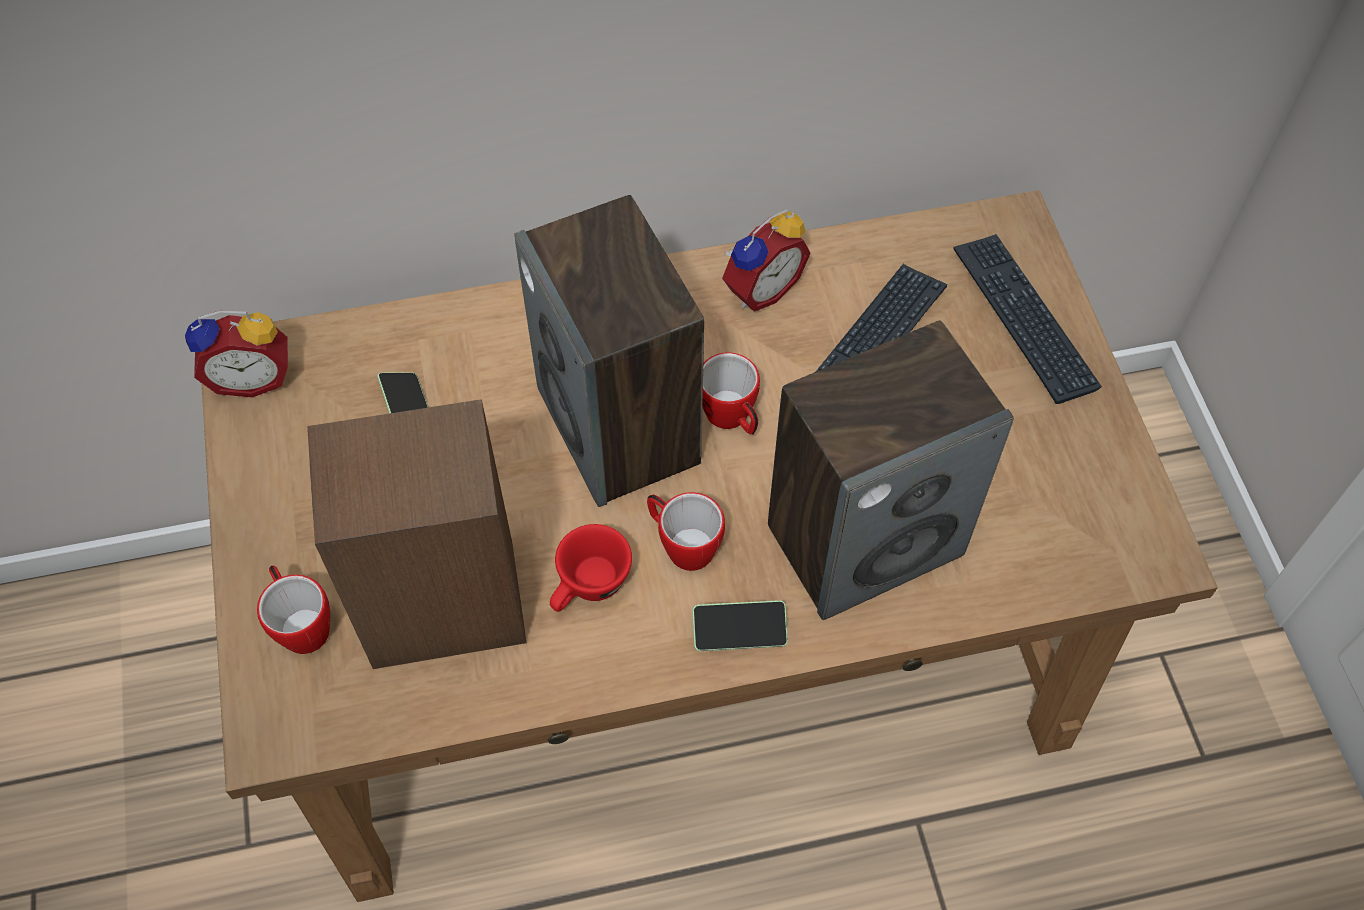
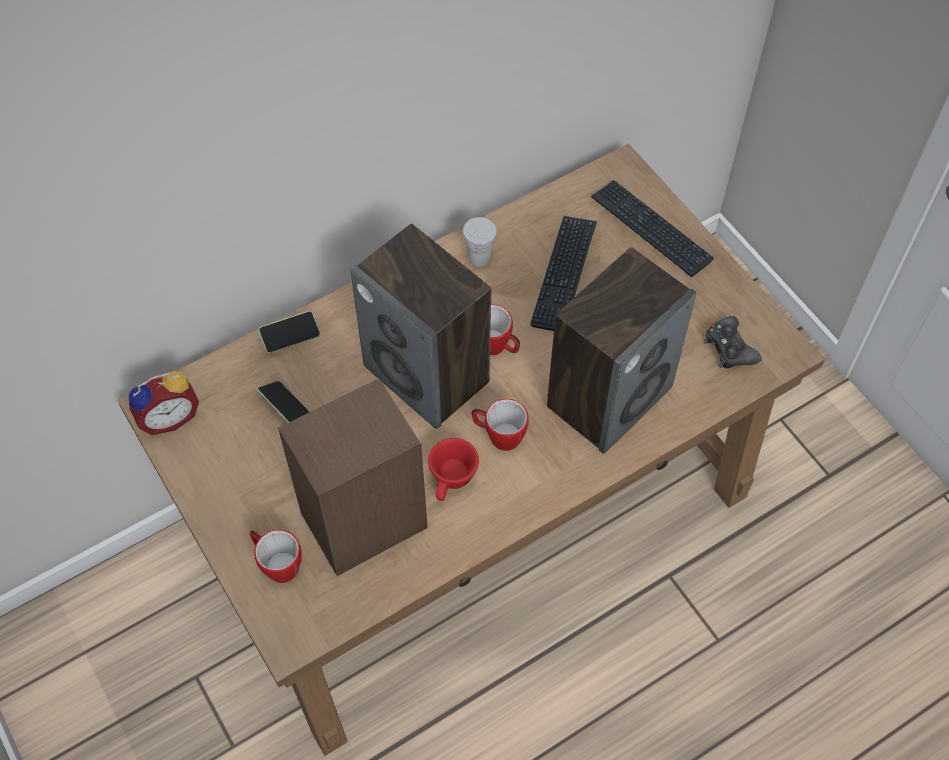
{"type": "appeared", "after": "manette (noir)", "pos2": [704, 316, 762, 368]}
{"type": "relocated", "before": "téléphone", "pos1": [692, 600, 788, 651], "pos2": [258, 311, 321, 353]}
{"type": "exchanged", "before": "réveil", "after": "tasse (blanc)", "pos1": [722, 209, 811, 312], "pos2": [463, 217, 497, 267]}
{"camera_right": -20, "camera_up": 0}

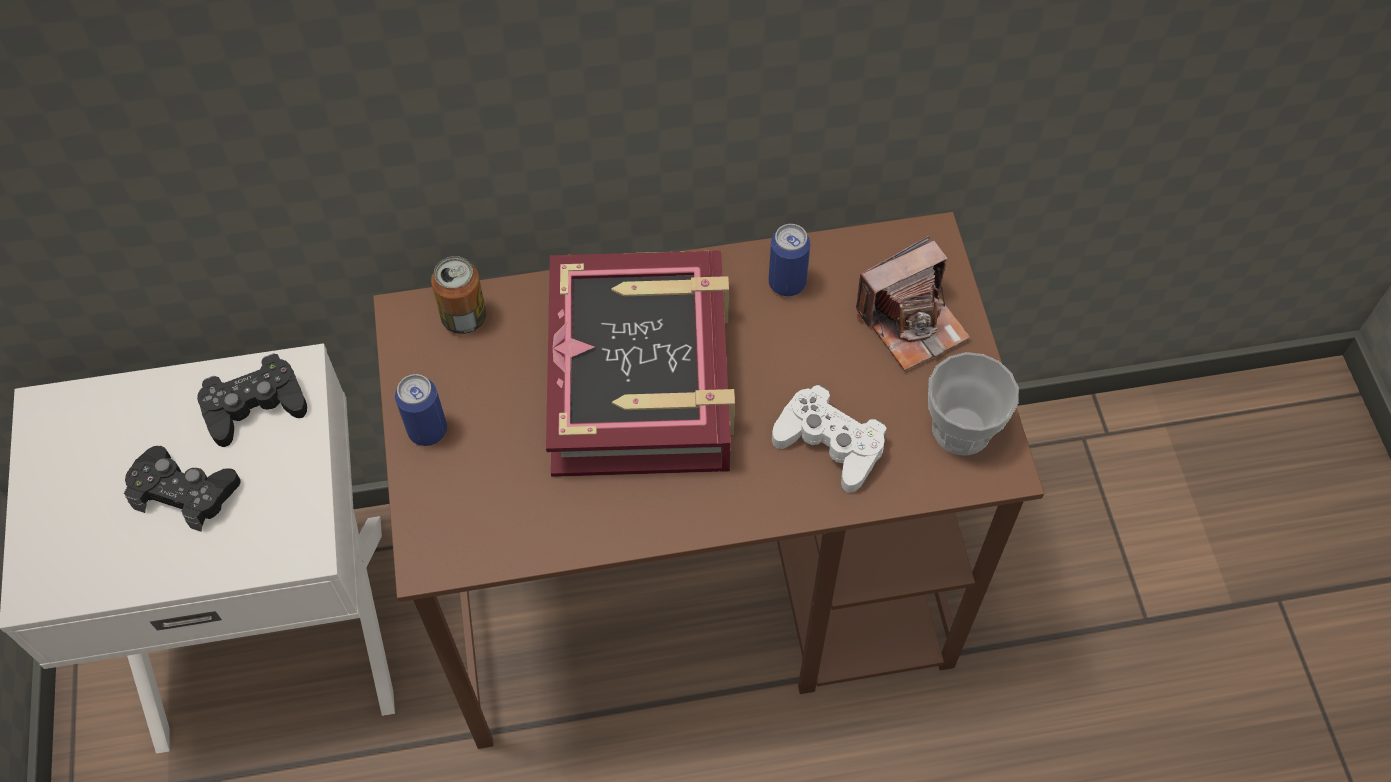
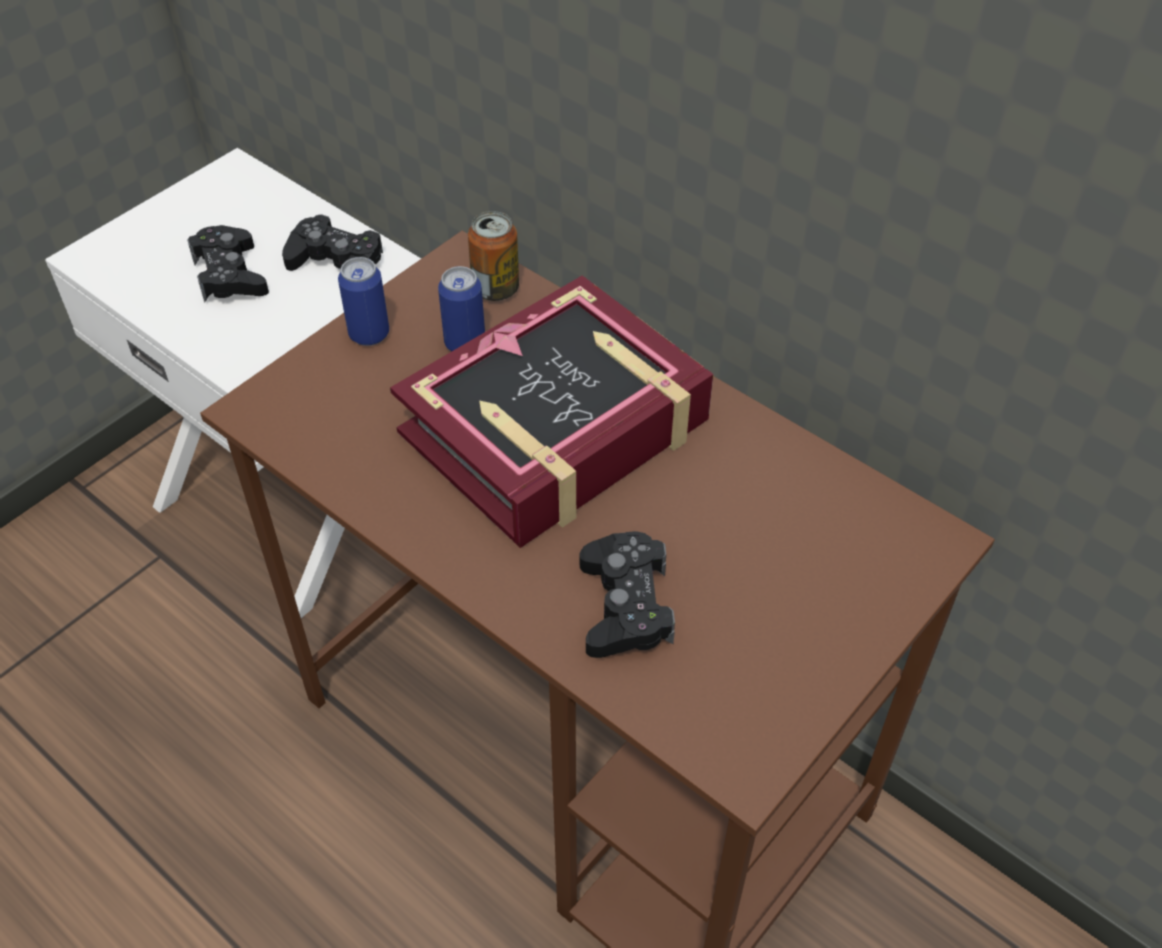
{"type": "missing", "before": "appareil photo", "pos1": [856, 236, 971, 371]}
{"type": "missing", "before": "tasse", "pos1": [928, 352, 1019, 456]}
{"type": "relocated", "before": "boîte métallique", "pos1": [769, 224, 810, 296], "pos2": [438, 266, 485, 351]}
{"type": "colour", "before": "manette (blanc)", "after": "manette (noir)", "pos1": [772, 385, 887, 493], "pos2": [580, 531, 675, 658]}
{"camera_right": 50, "camera_up": -10}

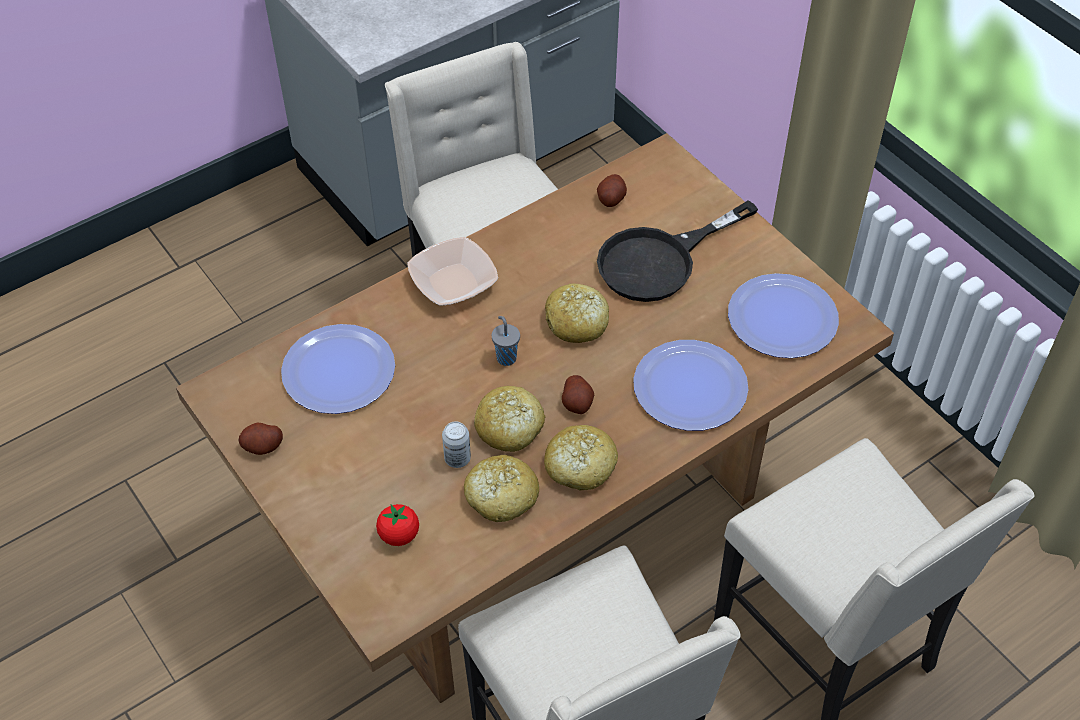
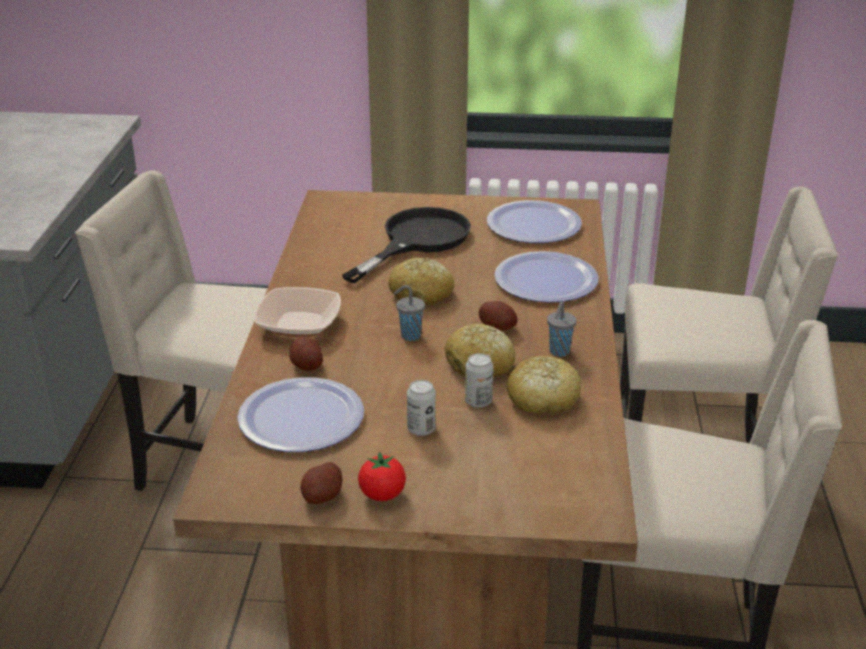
{"type": "appeared", "after": "boîte métallique", "pos2": [407, 380, 436, 436]}
{"type": "relocated", "before": "tomate", "pos1": [376, 504, 419, 546], "pos2": [358, 451, 406, 501]}
{"type": "relocated", "before": "pomme de terre", "pos1": [597, 174, 627, 207], "pos2": [289, 336, 323, 371]}
{"type": "exchanged", "before": "pain", "after": "tasse (gris)", "pos1": [544, 425, 618, 490], "pos2": [547, 302, 577, 357]}
{"type": "spun", "before": "poêle (noir)", "pos1": [597, 200, 758, 302], "pos2": [342, 207, 471, 283], "turn": -150}
{"camera_right": -50, "camera_up": -20}

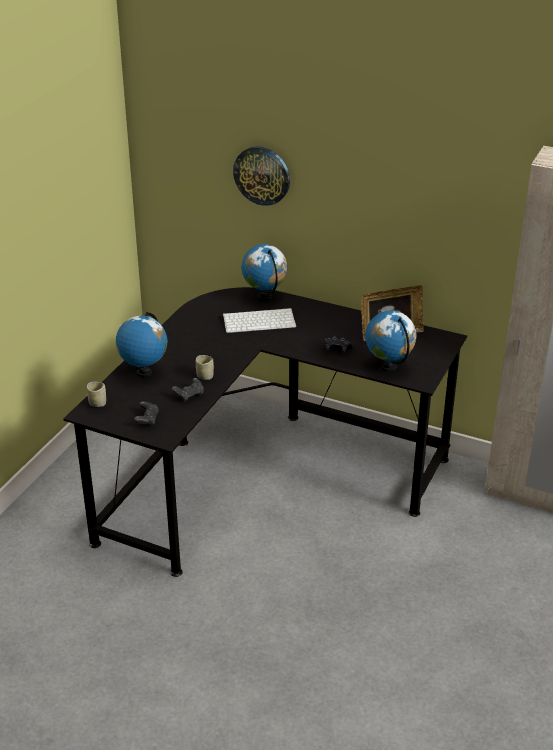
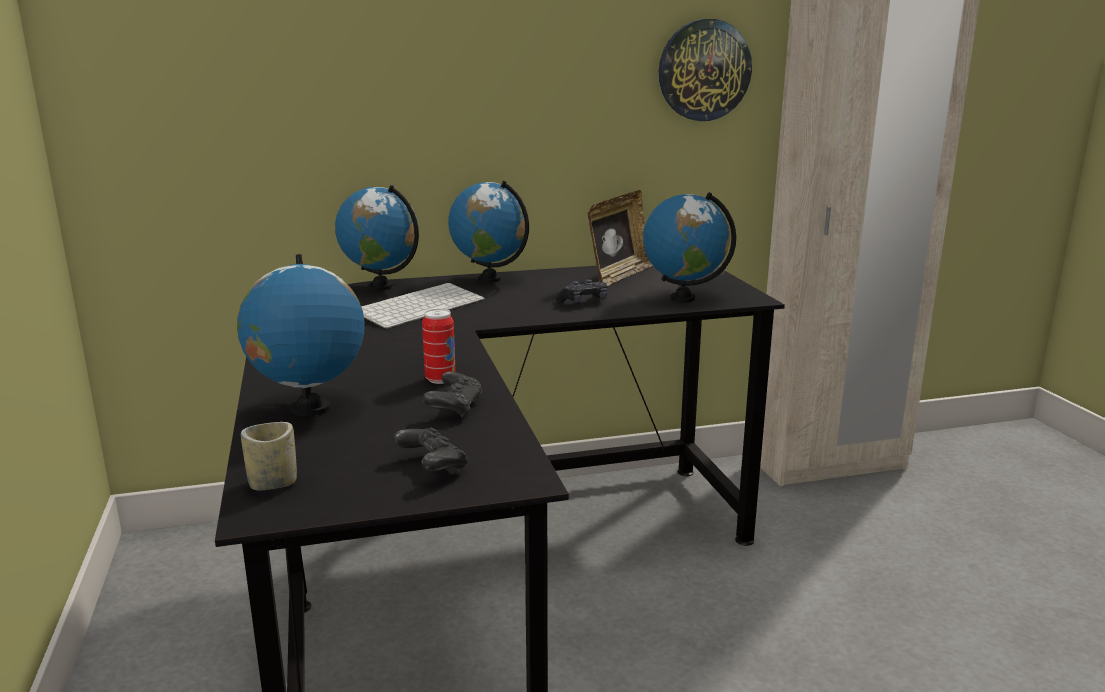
{"type": "appeared", "after": "globe", "pos2": [448, 180, 529, 283]}
{"type": "relocated", "before": "horloge murale", "pos1": [233, 146, 290, 206], "pos2": [659, 19, 752, 121]}
{"type": "exchanged", "before": "tasse", "after": "boîte métallique", "pos1": [196, 355, 214, 380], "pos2": [422, 309, 456, 384]}
{"camera_right": -40, "camera_up": -15}

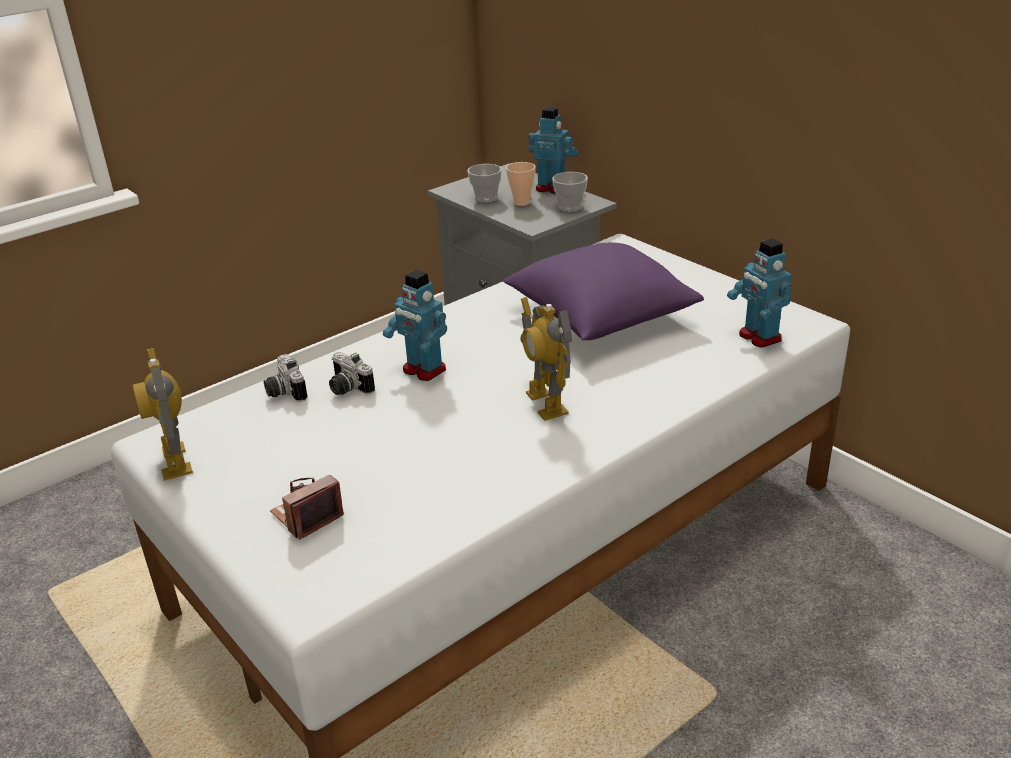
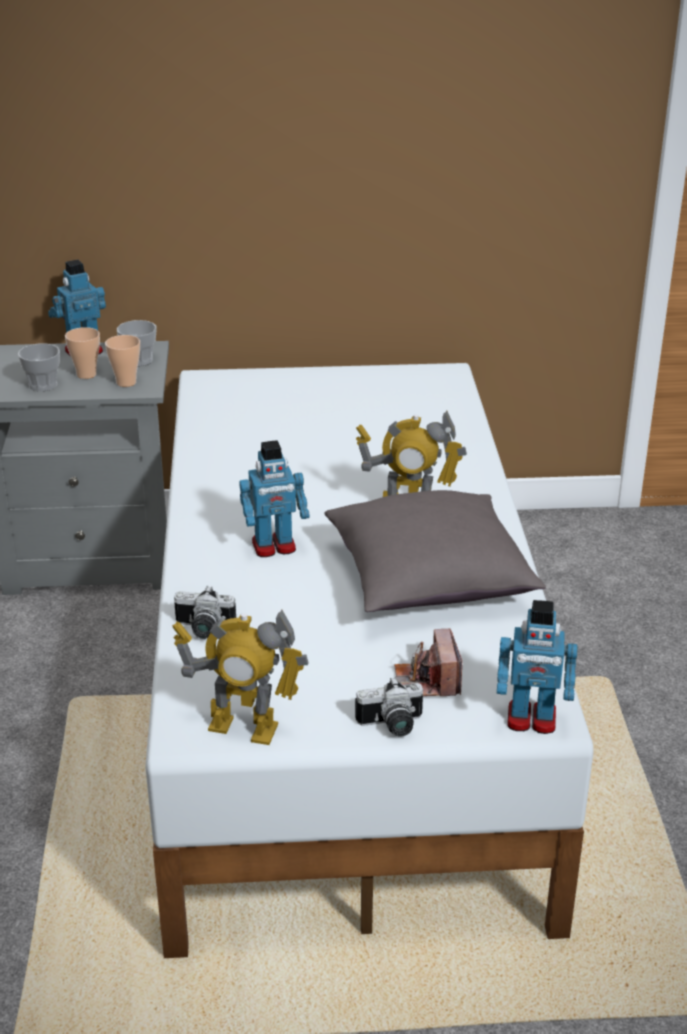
{"type": "missing", "before": "coussin (violet)", "pos1": [503, 243, 704, 340]}
{"type": "appeared", "after": "tasse", "pos2": [105, 335, 140, 387]}
{"type": "appeared", "after": "coussin (gris)", "pos2": [324, 490, 546, 612]}
{"type": "relocated", "before": "appareil photo", "pos1": [329, 352, 375, 395], "pos2": [355, 677, 423, 737]}
{"type": "relocated", "before": "robot jouet", "pos1": [727, 238, 792, 348], "pos2": [497, 600, 578, 734]}
{"camera_right": -55, "camera_up": 0}

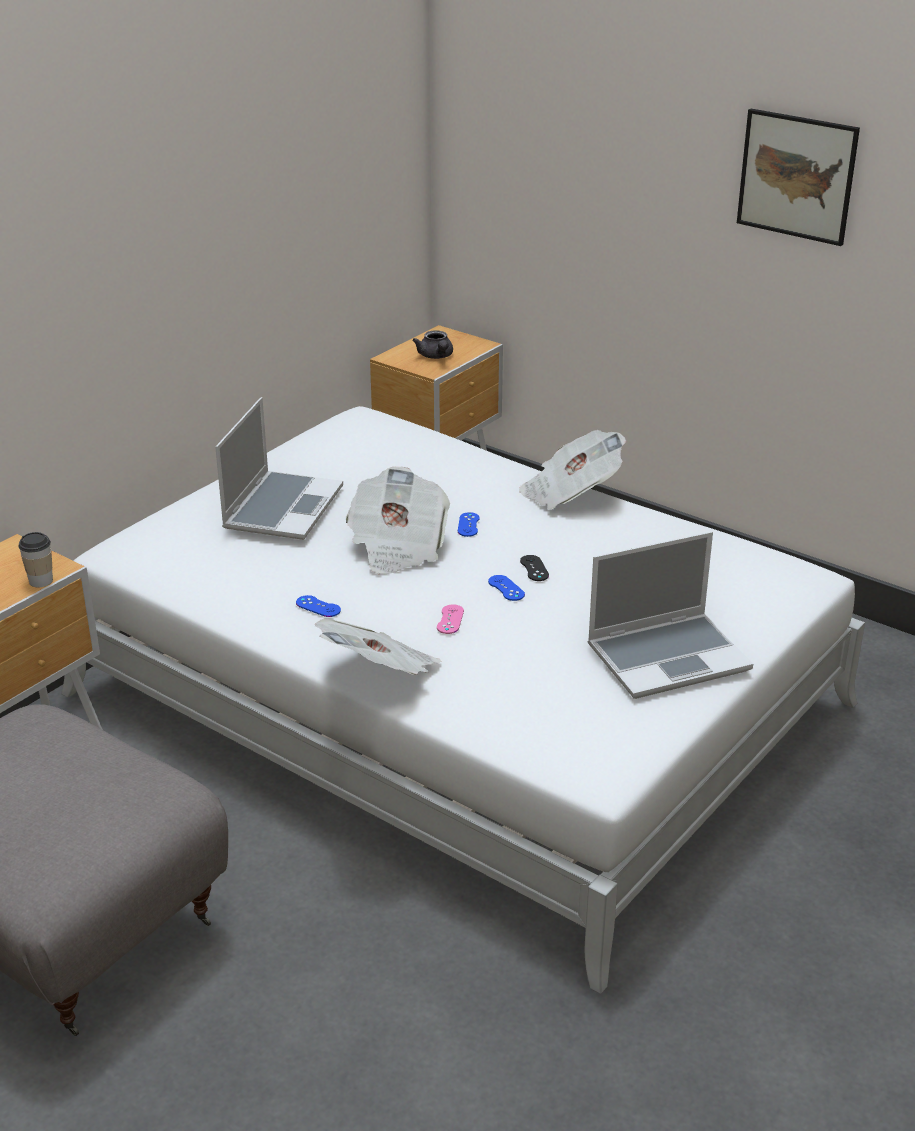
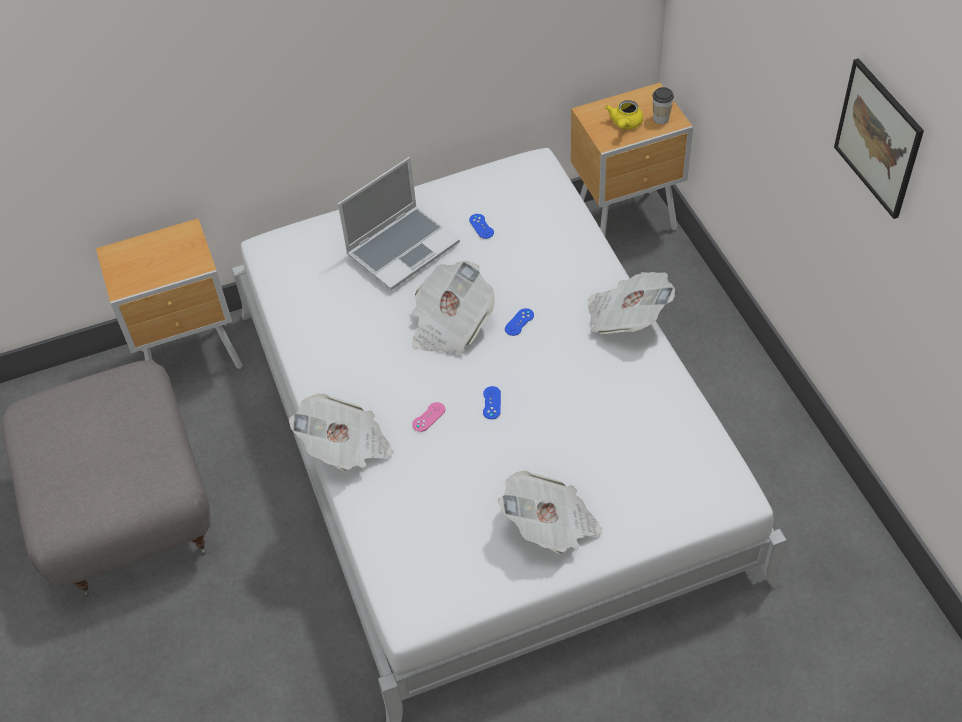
{"type": "missing", "before": "manette (noir)", "pos1": [520, 555, 549, 581]}
{"type": "relocated", "before": "tasse", "pos1": [18, 532, 53, 587], "pos2": [652, 87, 674, 124]}
{"type": "relocated", "before": "manette (bleu)", "pos1": [296, 595, 341, 617], "pos2": [469, 214, 494, 239]}
{"type": "exchanged", "before": "ordinateur portable", "after": "journal", "pos1": [588, 532, 753, 699], "pos2": [498, 470, 603, 553]}
{"type": "colour", "before": "théière (gris)", "after": "théière (jaune)", "pos1": [412, 330, 453, 359], "pos2": [605, 100, 643, 129]}
{"camera_right": 35, "camera_up": 20}

